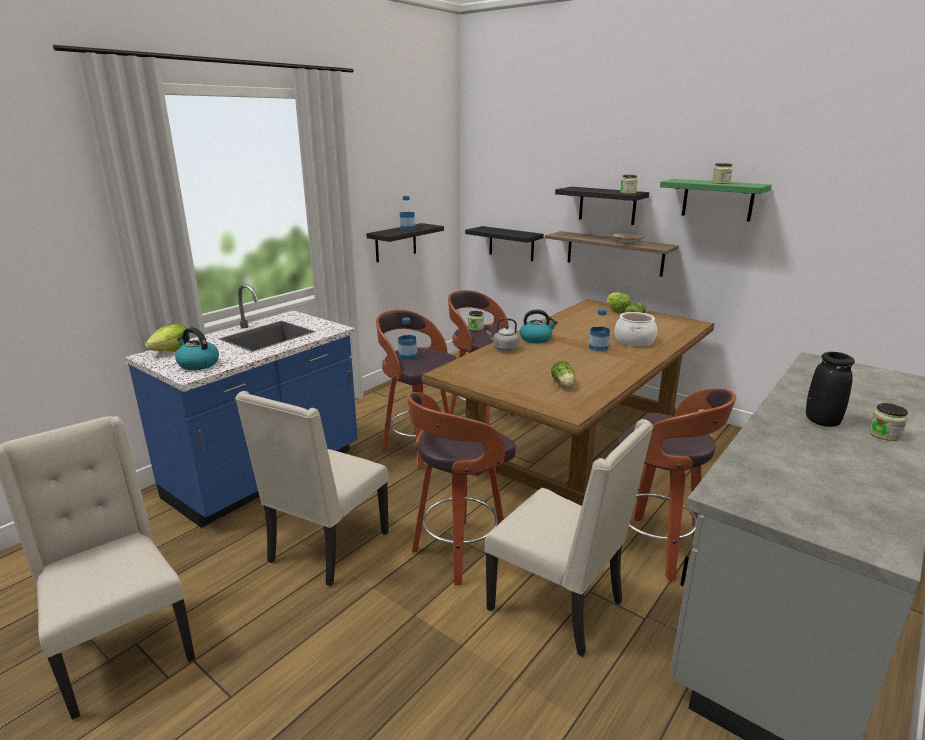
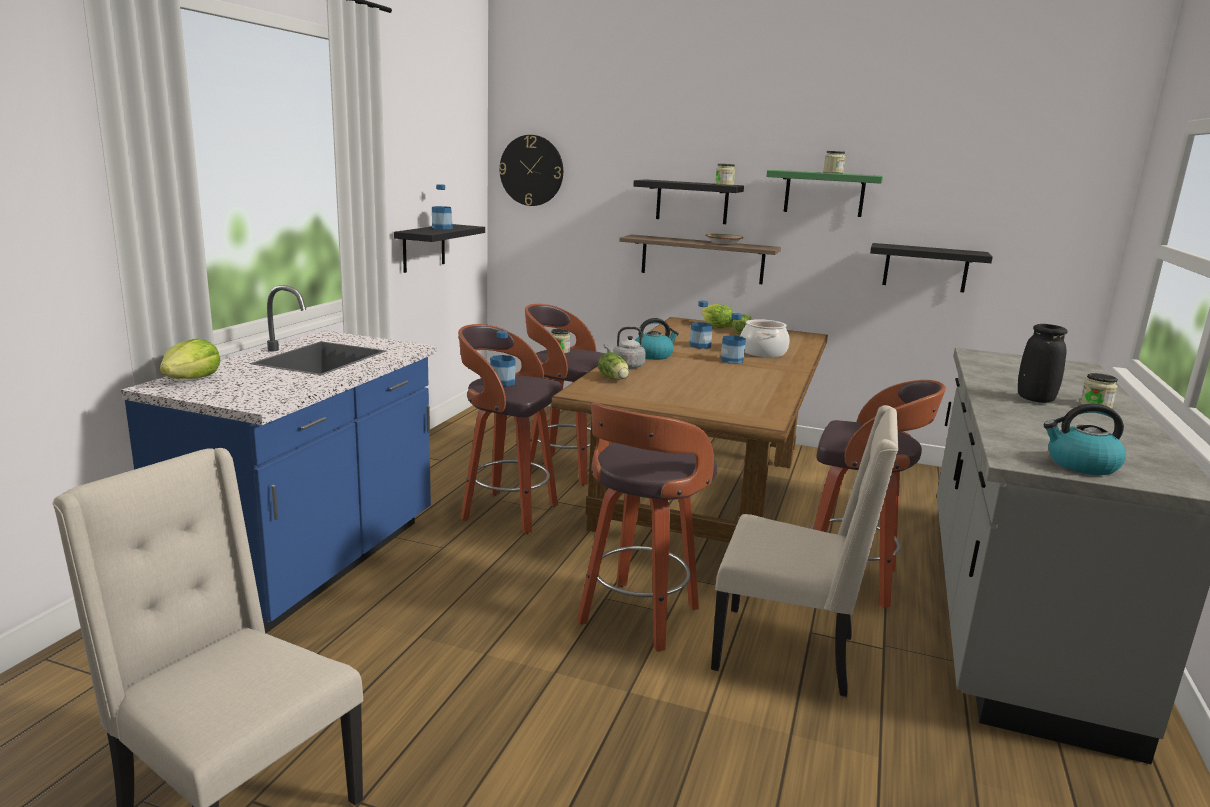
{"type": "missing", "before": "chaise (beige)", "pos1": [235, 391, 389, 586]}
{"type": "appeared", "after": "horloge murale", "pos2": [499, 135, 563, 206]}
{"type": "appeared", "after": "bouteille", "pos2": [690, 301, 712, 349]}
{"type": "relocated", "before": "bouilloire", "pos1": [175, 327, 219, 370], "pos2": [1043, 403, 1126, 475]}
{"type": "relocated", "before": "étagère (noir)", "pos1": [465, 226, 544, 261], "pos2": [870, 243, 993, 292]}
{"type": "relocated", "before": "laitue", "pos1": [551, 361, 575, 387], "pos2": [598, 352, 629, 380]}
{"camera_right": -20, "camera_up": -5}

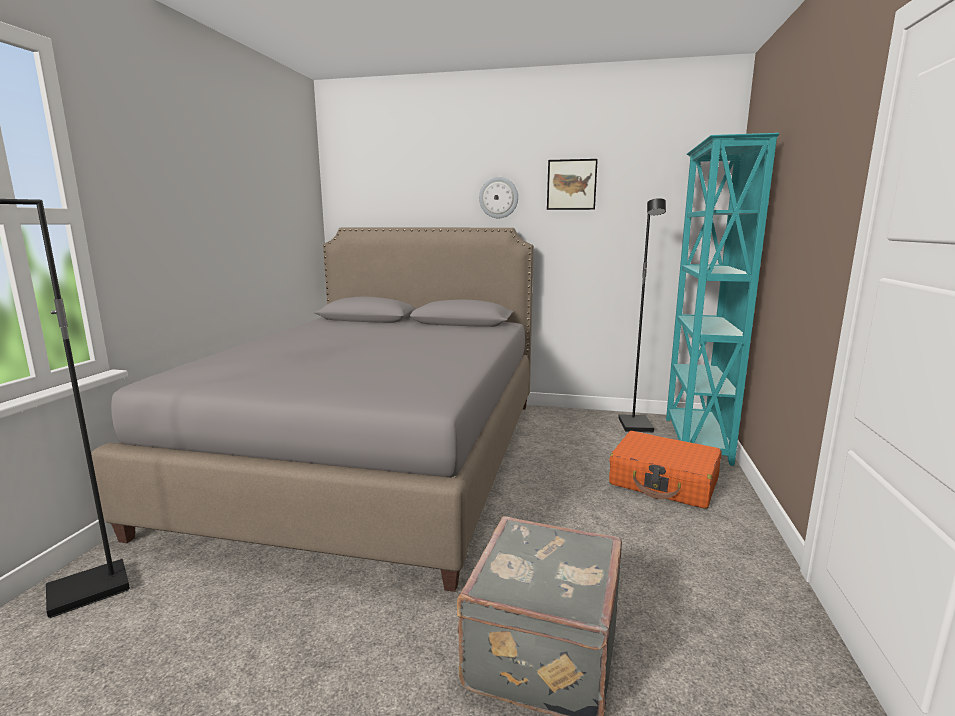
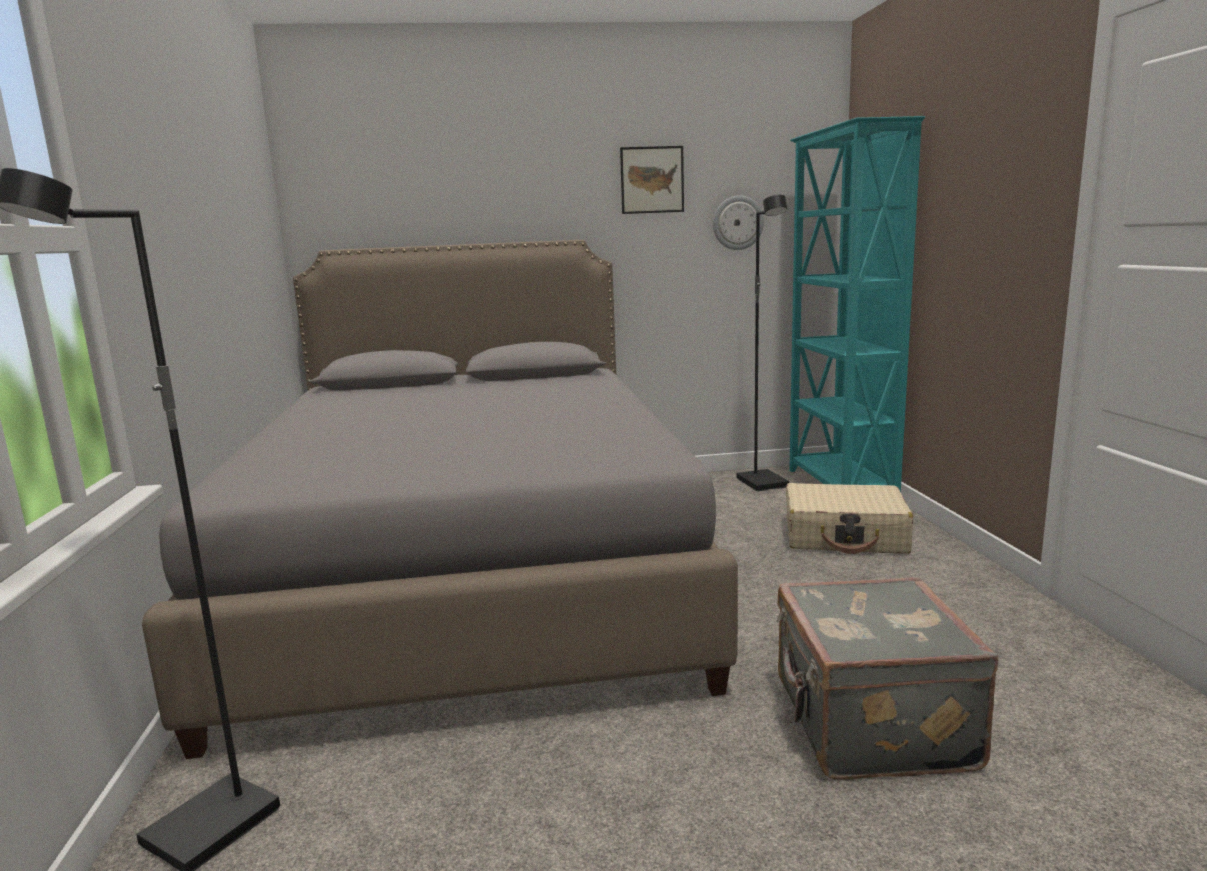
{"type": "relocated", "before": "horloge murale", "pos1": [479, 177, 518, 218], "pos2": [713, 195, 764, 250]}
{"type": "colour", "before": "valise (orange)", "after": "valise (beige)", "pos1": [609, 431, 722, 509], "pos2": [786, 483, 913, 554]}
{"camera_right": -20, "camera_up": 0}

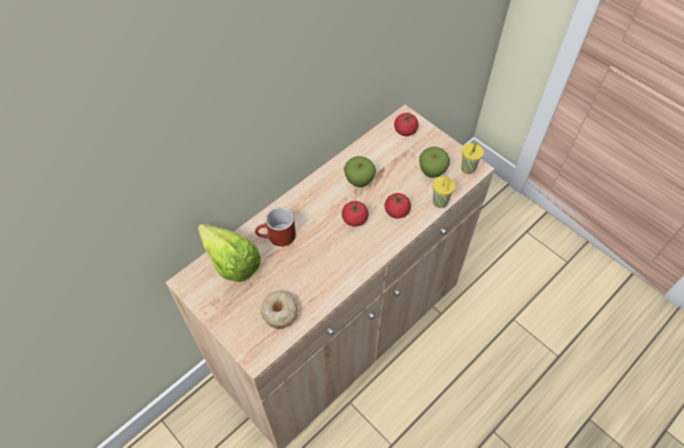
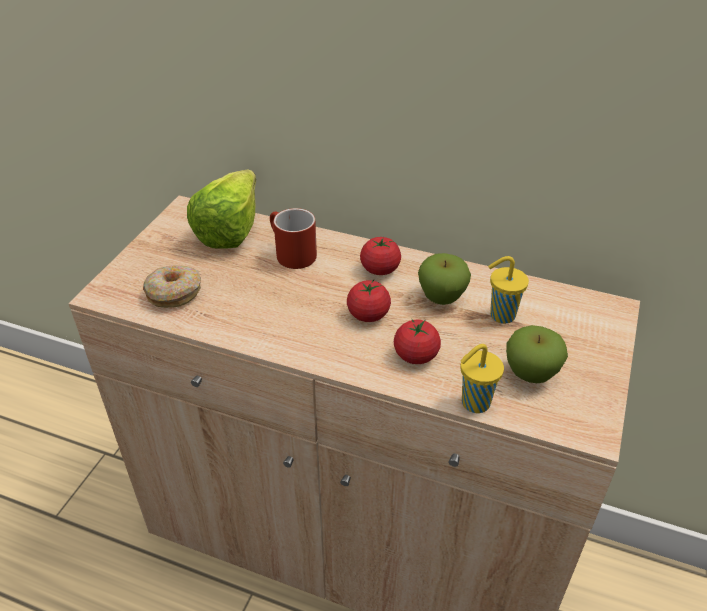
{"type": "relocated", "before": "tomate", "pos1": [394, 113, 419, 136], "pos2": [360, 237, 401, 275]}
{"type": "relocated", "before": "tasse (jaune)", "pos1": [461, 142, 484, 174], "pos2": [488, 256, 529, 324]}
{"camera_right": 65, "camera_up": -15}

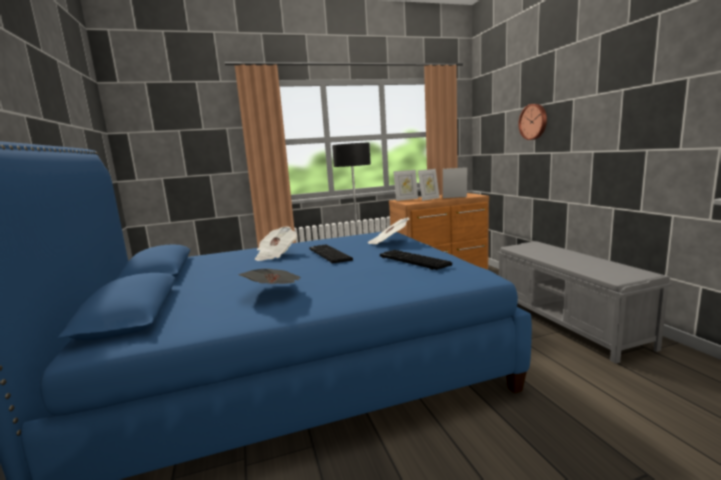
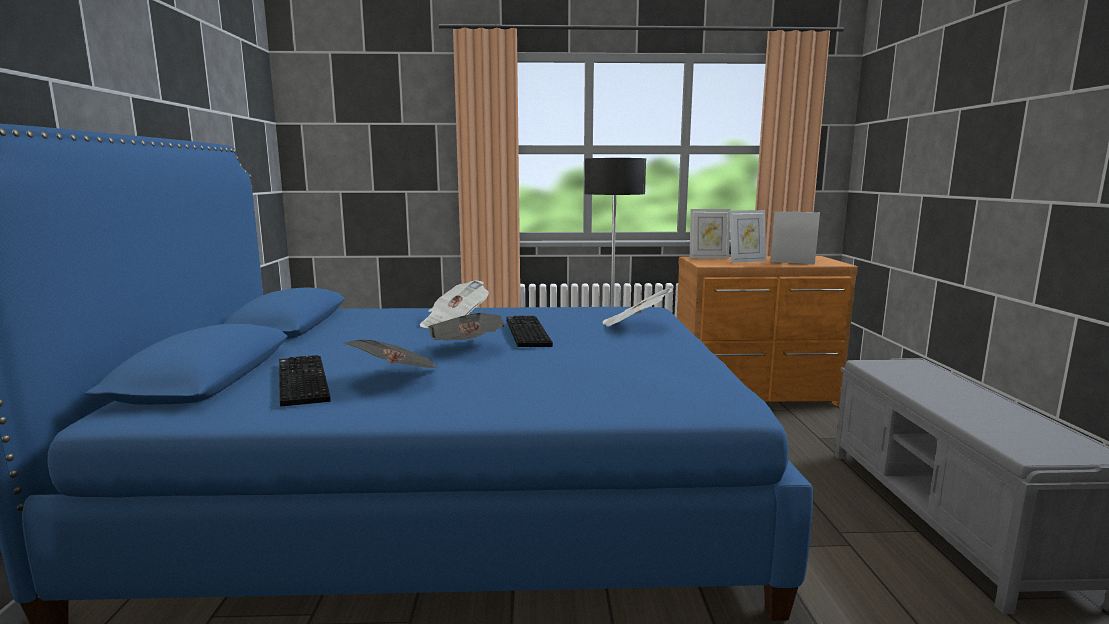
{"type": "missing", "before": "horloge murale", "pos1": [518, 104, 547, 140]}
{"type": "appeared", "after": "journal", "pos2": [428, 313, 505, 341]}
{"type": "relocated", "before": "clavier", "pos1": [380, 250, 452, 270], "pos2": [279, 355, 330, 406]}
{"camera_right": 15, "camera_up": 0}

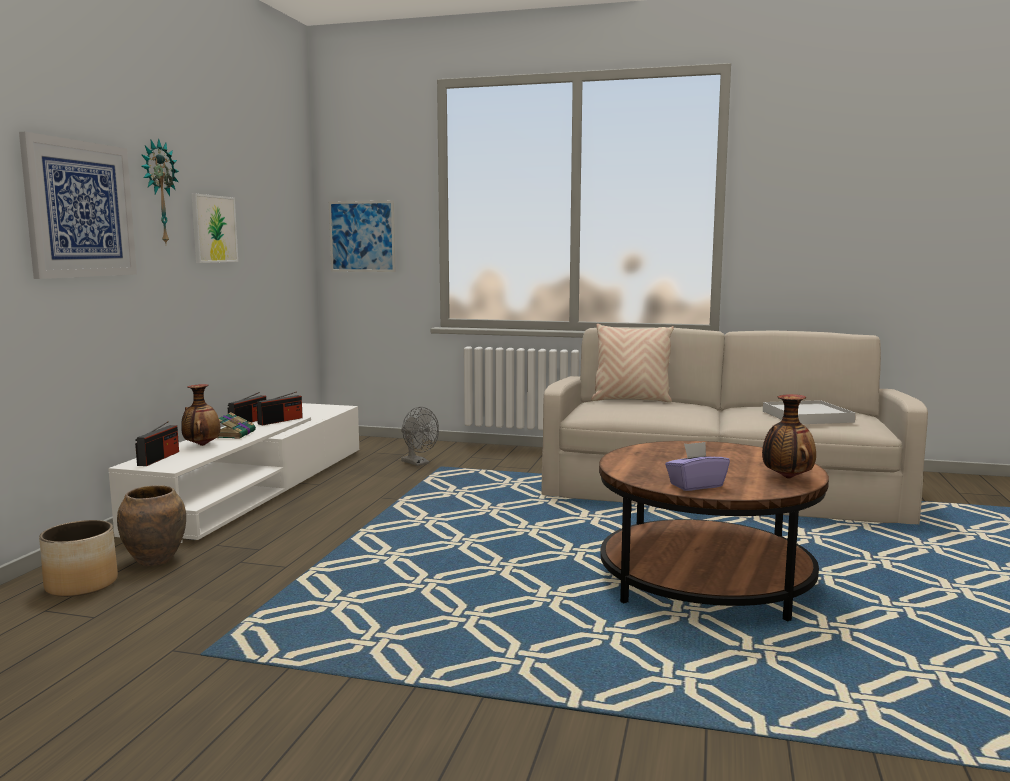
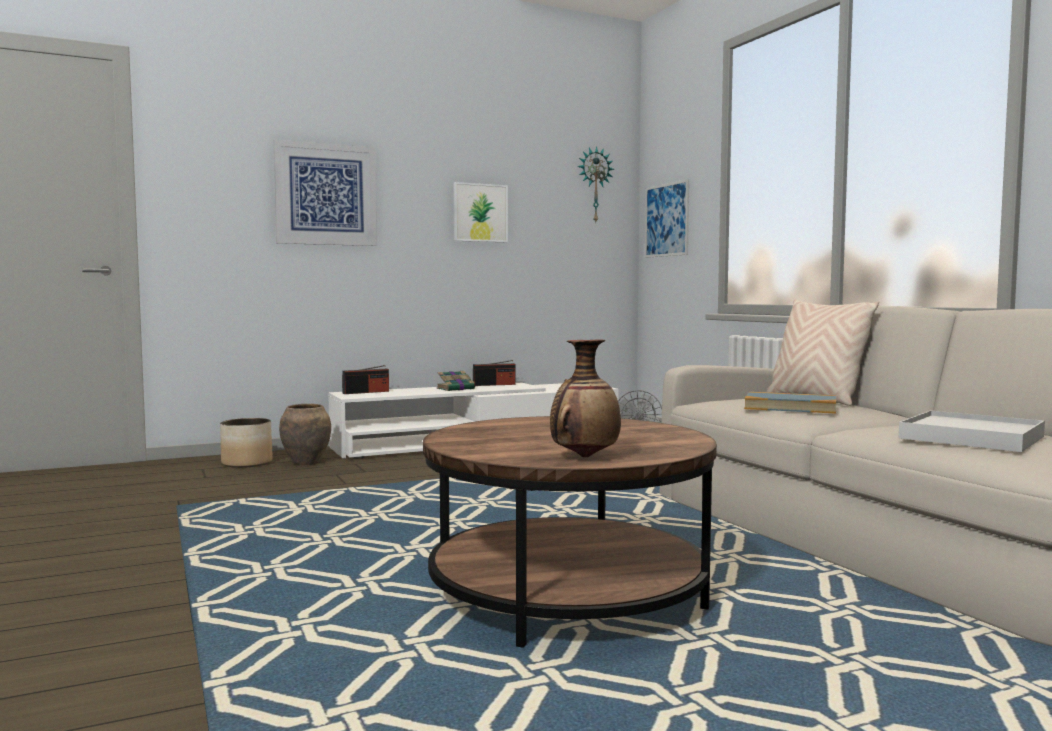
{"type": "missing", "before": "vase", "pos1": [181, 384, 220, 446]}
{"type": "missing", "before": "radio", "pos1": [257, 392, 303, 425]}
{"type": "missing", "before": "boîte à mouchoirs (violet)", "pos1": [665, 442, 730, 491]}
{"type": "appeared", "after": "livre", "pos2": [744, 392, 836, 414]}
{"type": "relocated", "before": "horloge murale", "pos1": [141, 138, 179, 243], "pos2": [578, 146, 614, 222]}
{"camera_right": 50, "camera_up": -5}

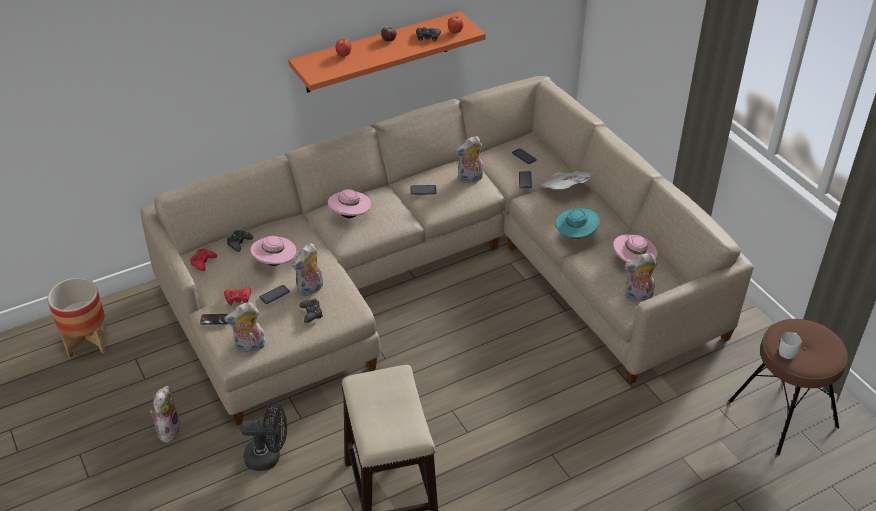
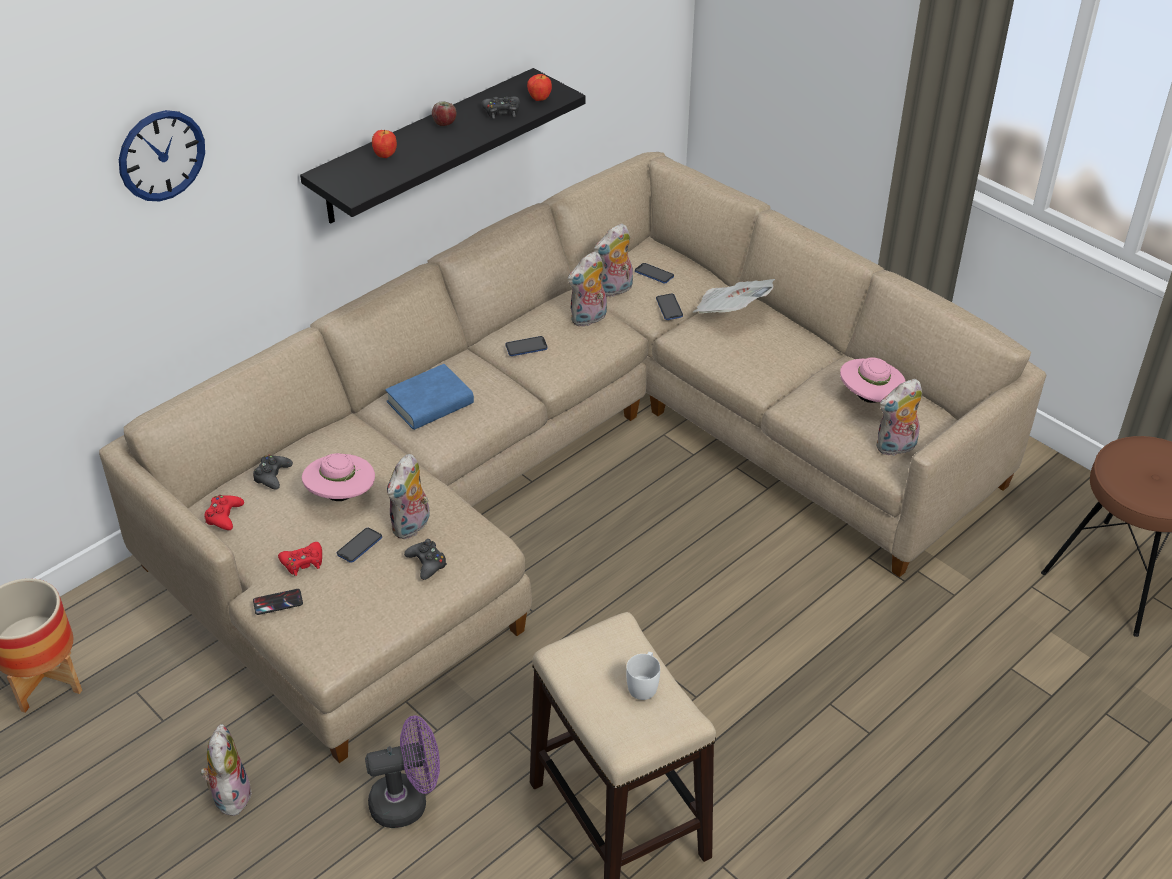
{"type": "missing", "before": "chapeau (turquoise)", "pos1": [555, 205, 600, 239]}
{"type": "appeared", "after": "horloge murale", "pos2": [119, 110, 205, 201]}
{"type": "relocated", "before": "peluche", "pos1": [224, 302, 266, 353], "pos2": [594, 223, 633, 297]}
{"type": "relocated", "before": "mug (blanc)", "pos1": [779, 332, 801, 359], "pos2": [626, 652, 660, 700]}
{"type": "exchanged", "before": "chapeau (rose)", "after": "livre (bleu)", "pos1": [328, 189, 371, 218], "pos2": [385, 364, 474, 430]}
{"type": "colour", "before": "ventilateur (noir)", "after": "ventilateur (violet)", "pos1": [241, 404, 287, 471], "pos2": [365, 716, 440, 828]}
{"type": "colour", "before": "étagère (orange)", "after": "étagère (noir)", "pos1": [288, 11, 486, 93], "pos2": [300, 68, 585, 224]}
{"camera_right": -15, "camera_up": 0}

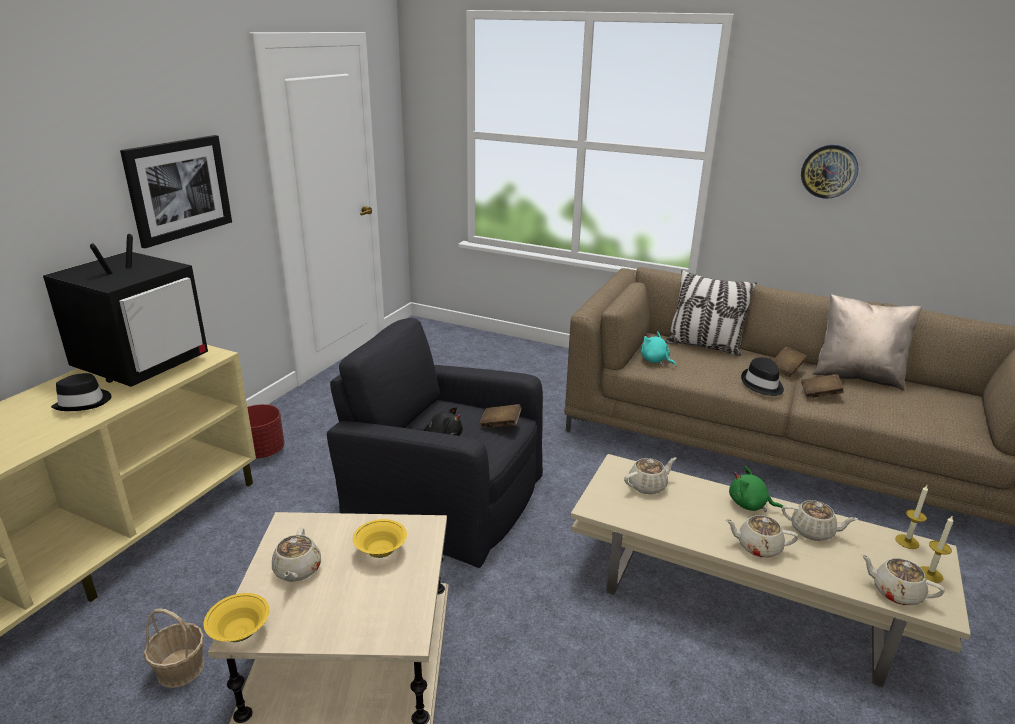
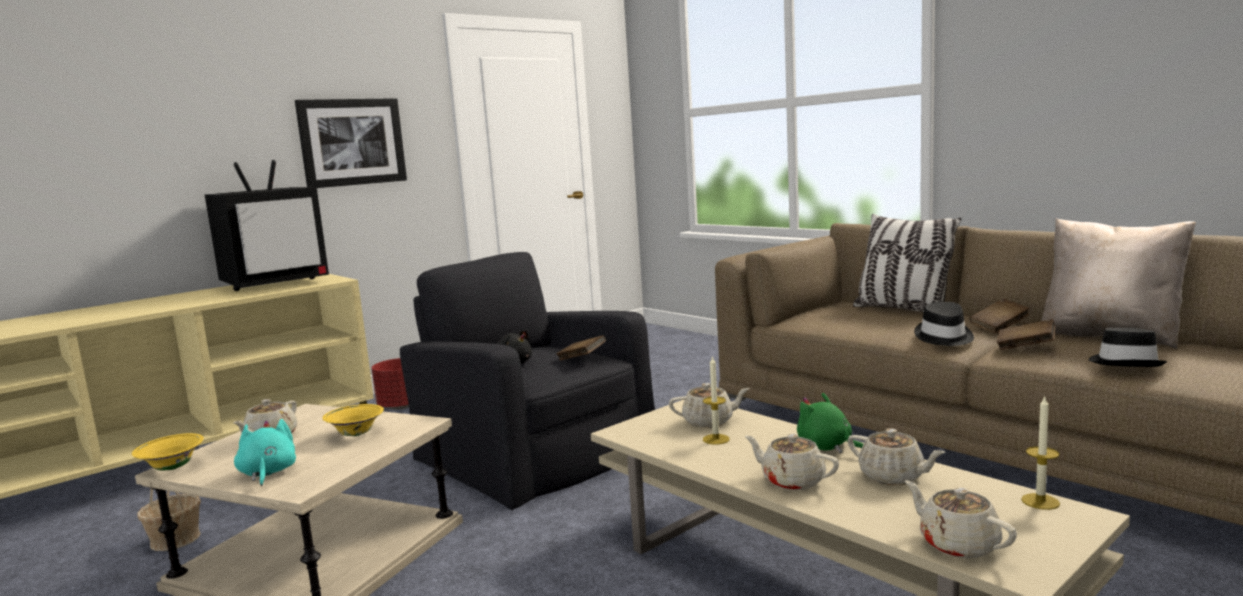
{"type": "missing", "before": "horloge murale", "pos1": [801, 145, 858, 199]}
{"type": "relocated", "before": "chapeau (noir)", "pos1": [51, 373, 112, 411], "pos2": [1088, 328, 1167, 367]}
{"type": "relocated", "before": "peluche (turquoise)", "pos1": [641, 331, 676, 367], "pos2": [234, 419, 296, 486]}
{"type": "relocated", "before": "bougie", "pos1": [920, 515, 954, 583], "pos2": [703, 356, 729, 445]}
{"camera_right": 25, "camera_up": -15}

